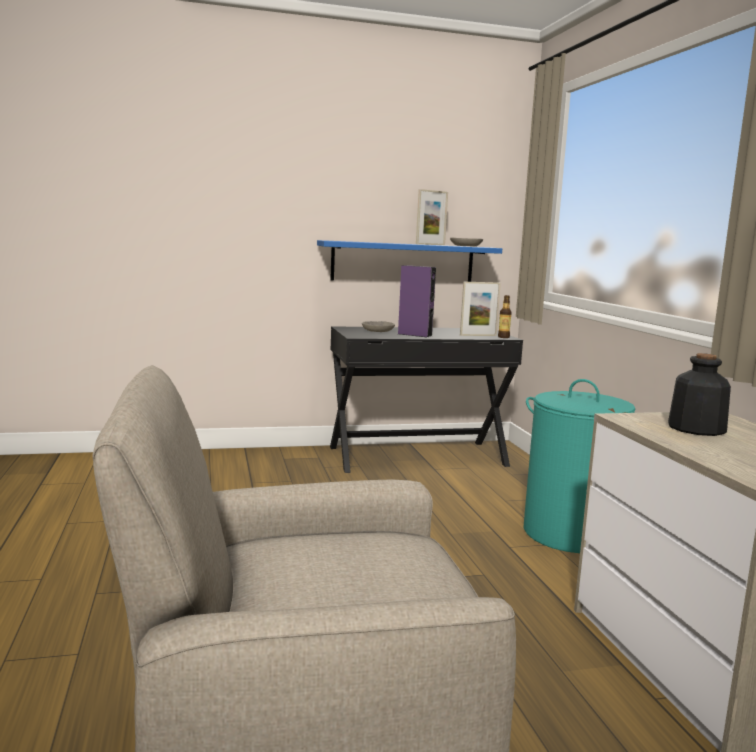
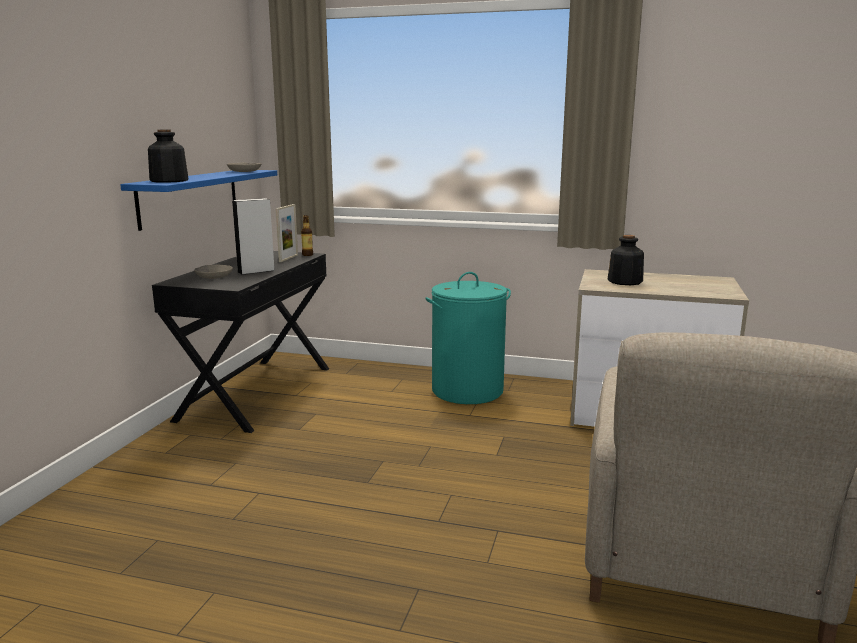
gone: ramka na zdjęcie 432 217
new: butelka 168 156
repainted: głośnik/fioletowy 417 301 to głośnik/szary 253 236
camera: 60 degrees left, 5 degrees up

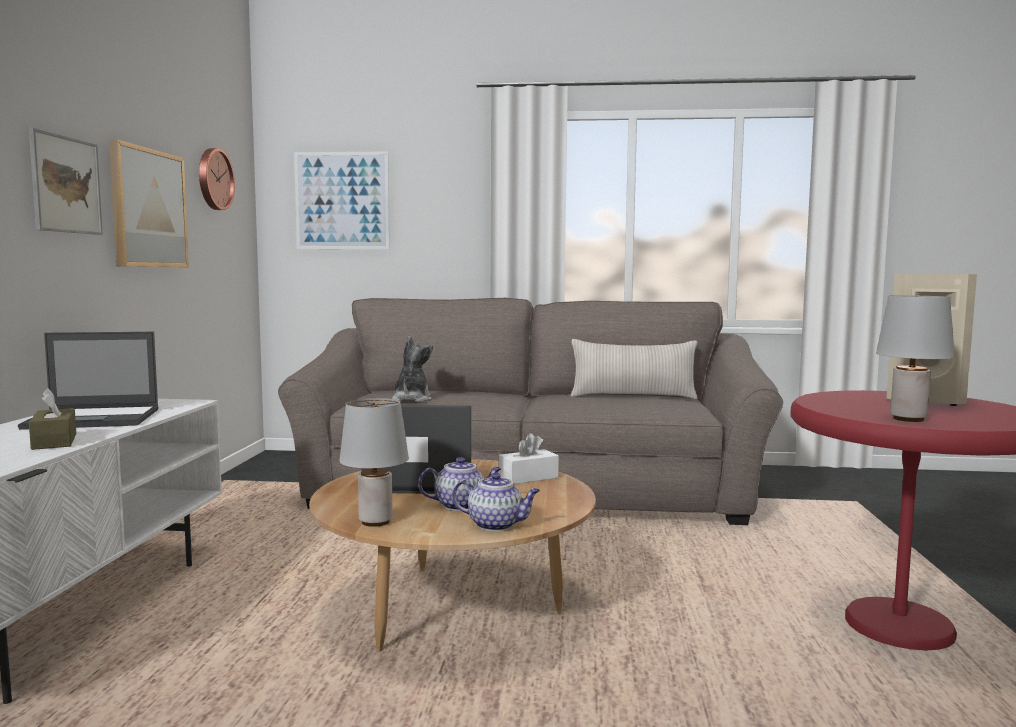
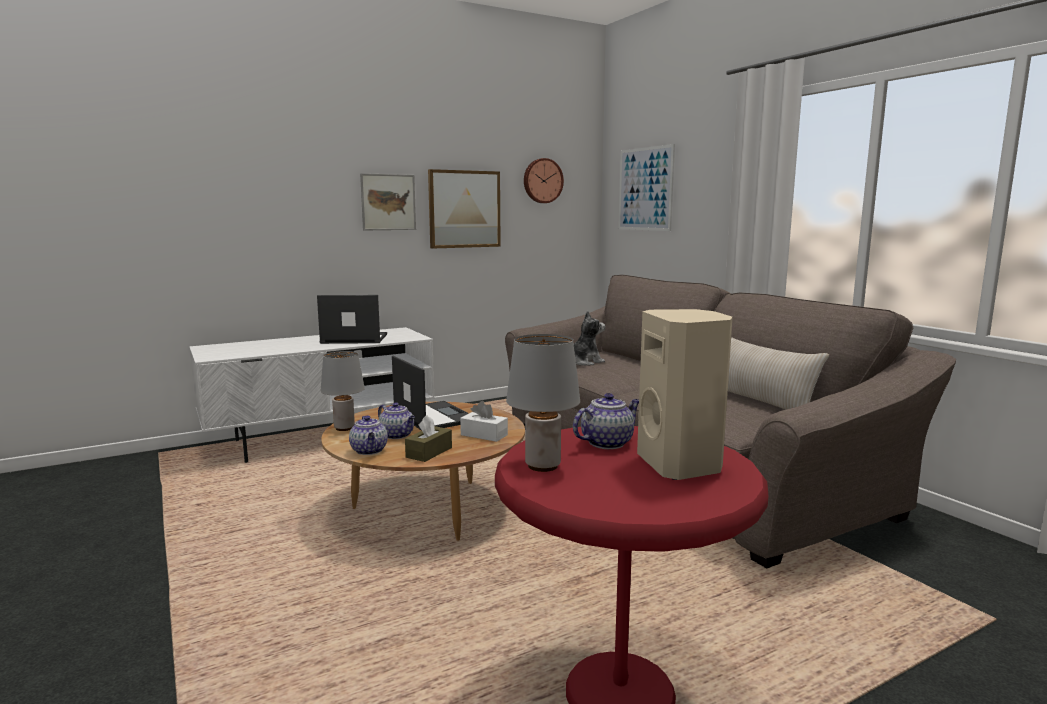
new: imbryk 606 421
shifted: pudełko chusteczek/brązowy 52 419 to 428 438
rotated: laptop 88 381 = 352 319 135 degrees clockwise
camera: 55 degrees right, 5 degrees up

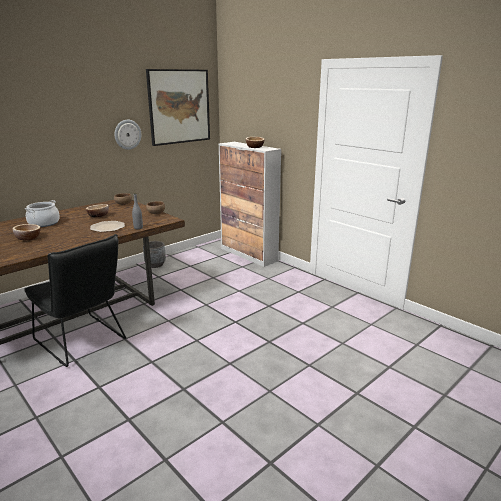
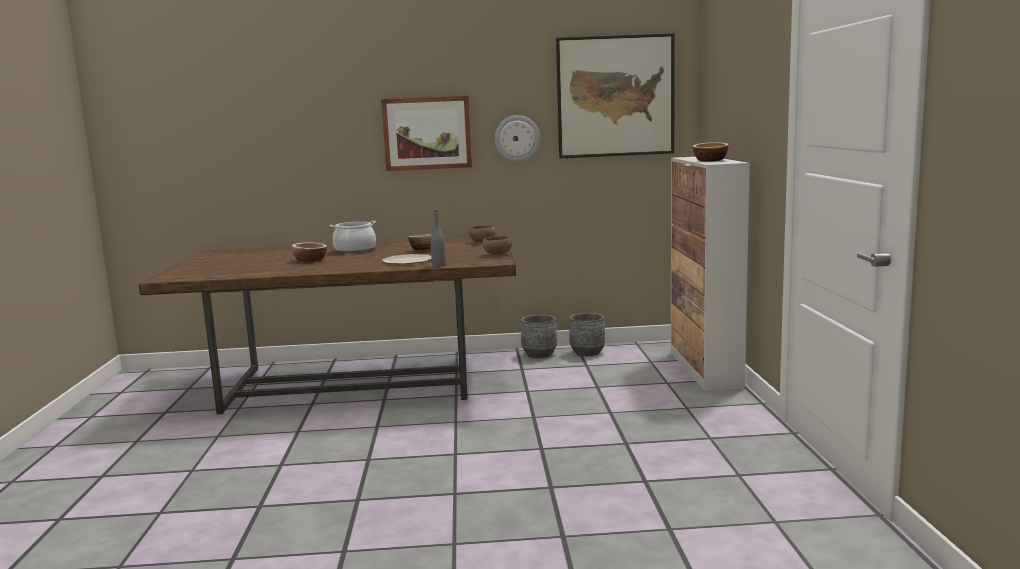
gone: krzesło/czarny 75 300
new: obraz 426 133; donica/szary 587 334
camera: 40 degrees right, 10 degrees down

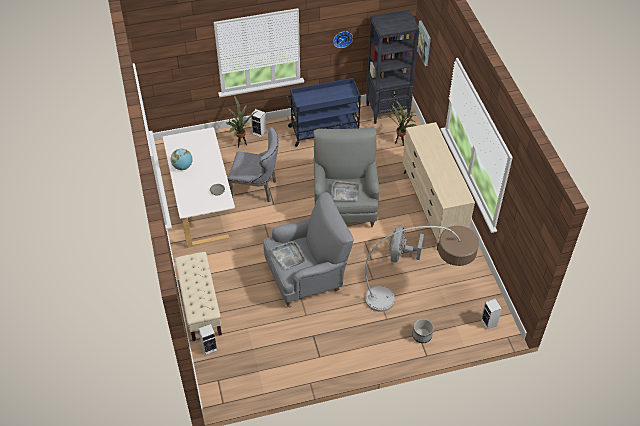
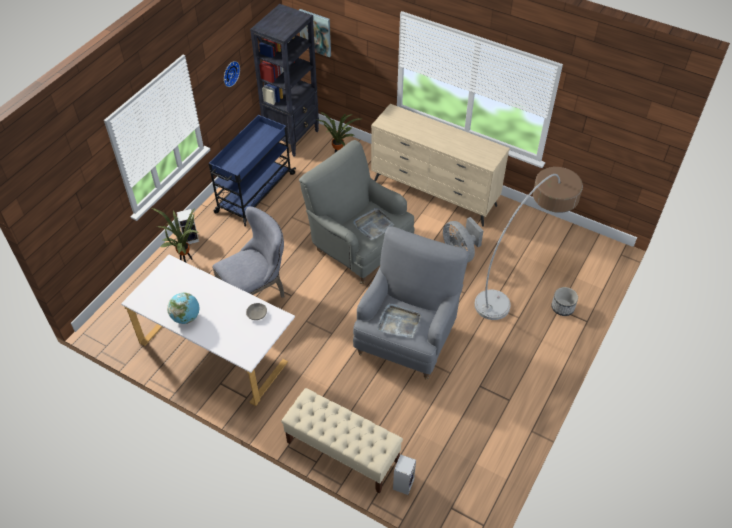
gone: głośnik 491 314
camera: 45 degrees left, 0 degrees up

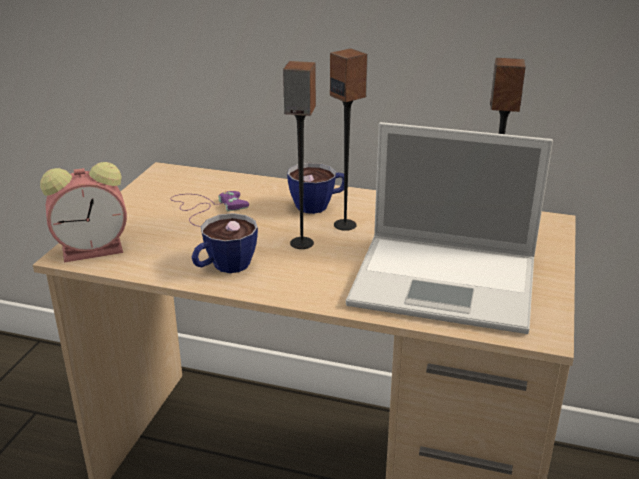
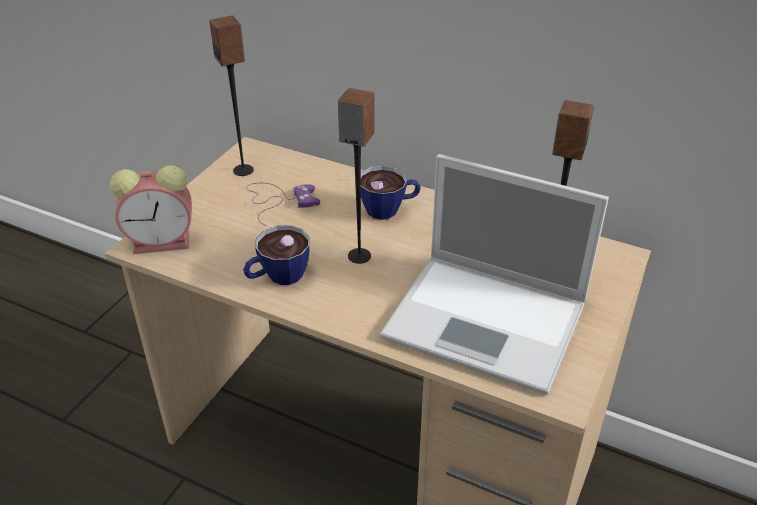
shifted: głośnik 349 139 to 231 96
camera: 10 degrees right, 10 degrees up

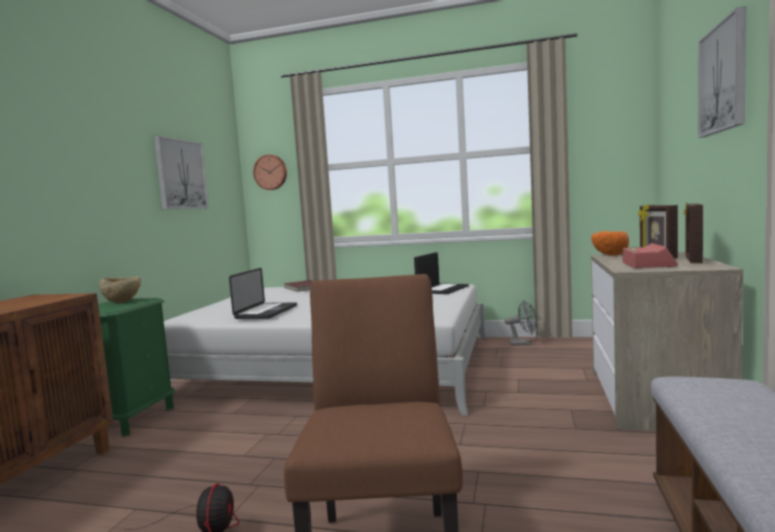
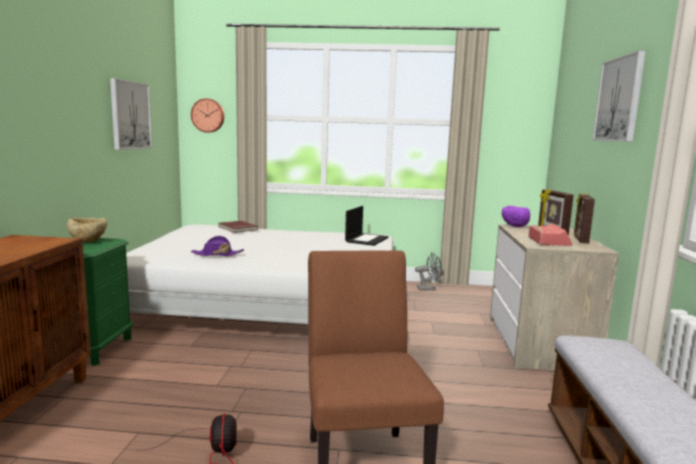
swapped: laptop 263 293 to kapelusz/fioletowy 217 246
repainted: miska/pomarańczowy 610 243 to miska/fioletowy 516 216
camera: 10 degrees left, 5 degrees up

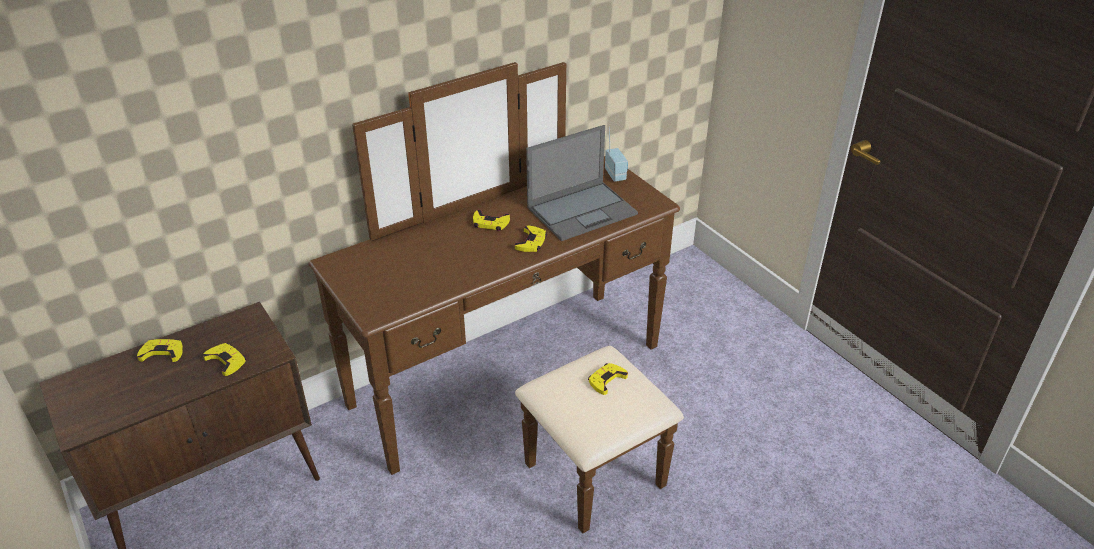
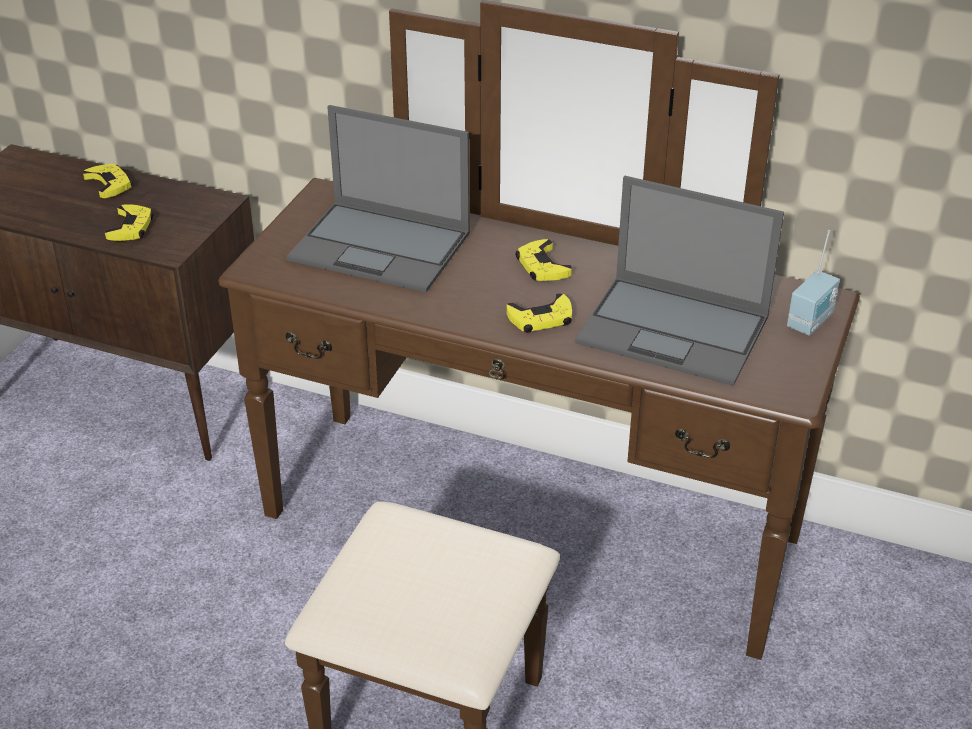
gone: pad do gier/żółty 608 379
new: laptop 378 199
camera: 55 degrees right, 0 degrees up

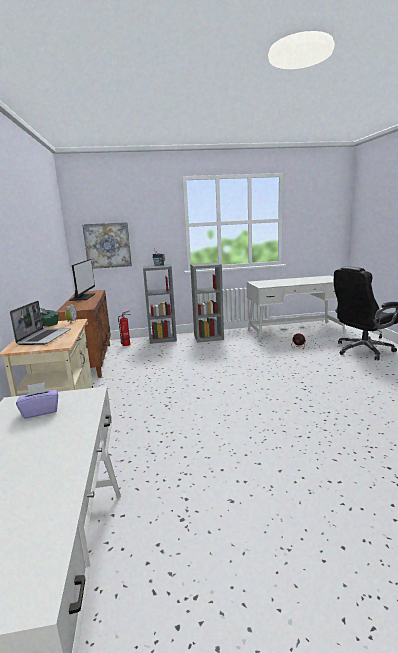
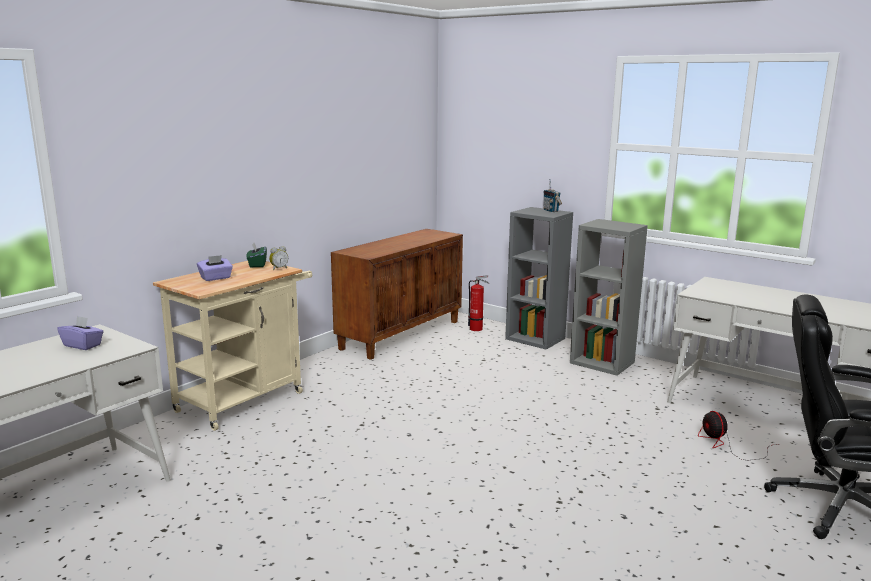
gone: monitor 82 280; obraz 107 245
swapped: laptop 40 323 to pudełko chusteczek/fioletowy 215 268
camera: 45 degrees right, 0 degrees up

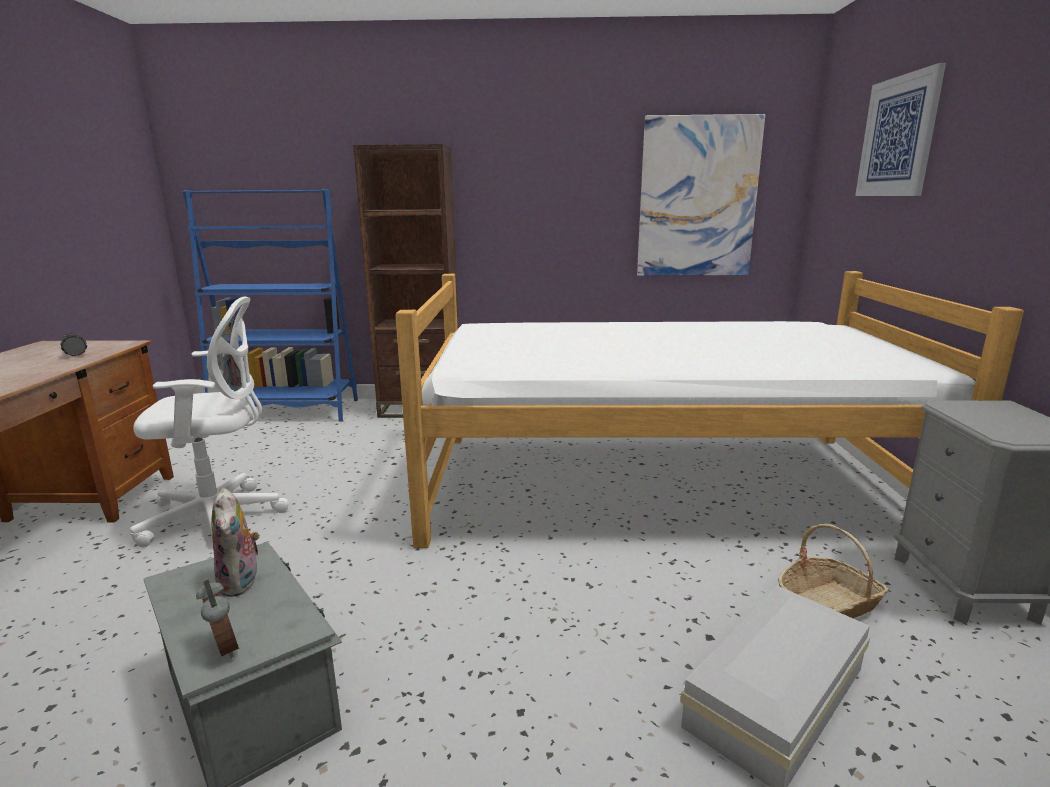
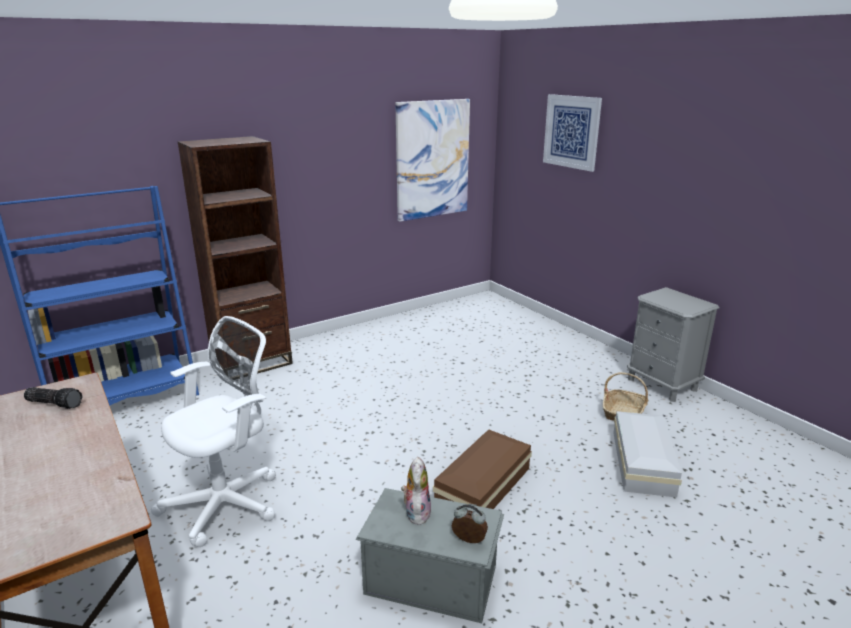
gone: łóżko 709 409
new: pojemnik do przechowywania/brązowy 482 469
rotated: pluszak 235 542 = 416 491 120 degrees counterclockwise
camera: 35 degrees left, 5 degrees up

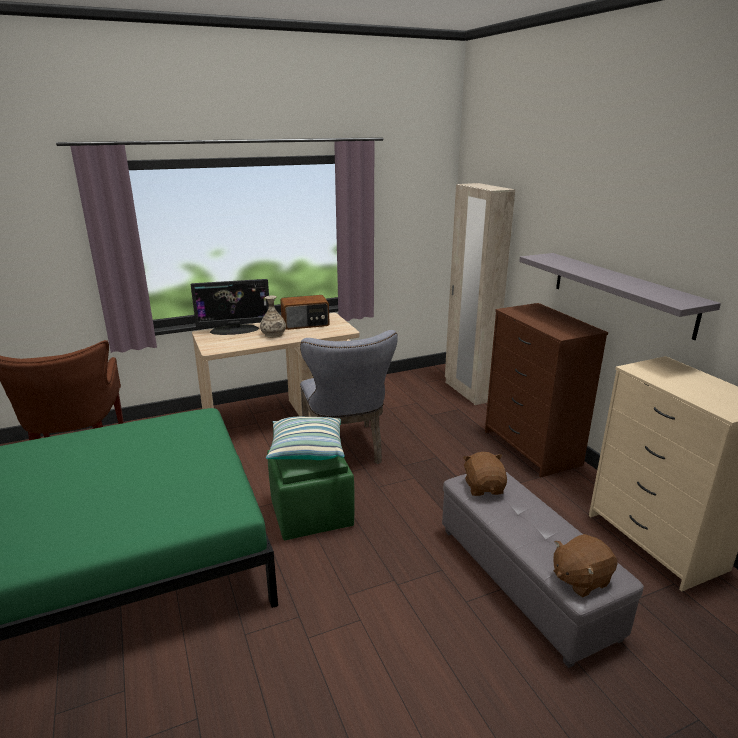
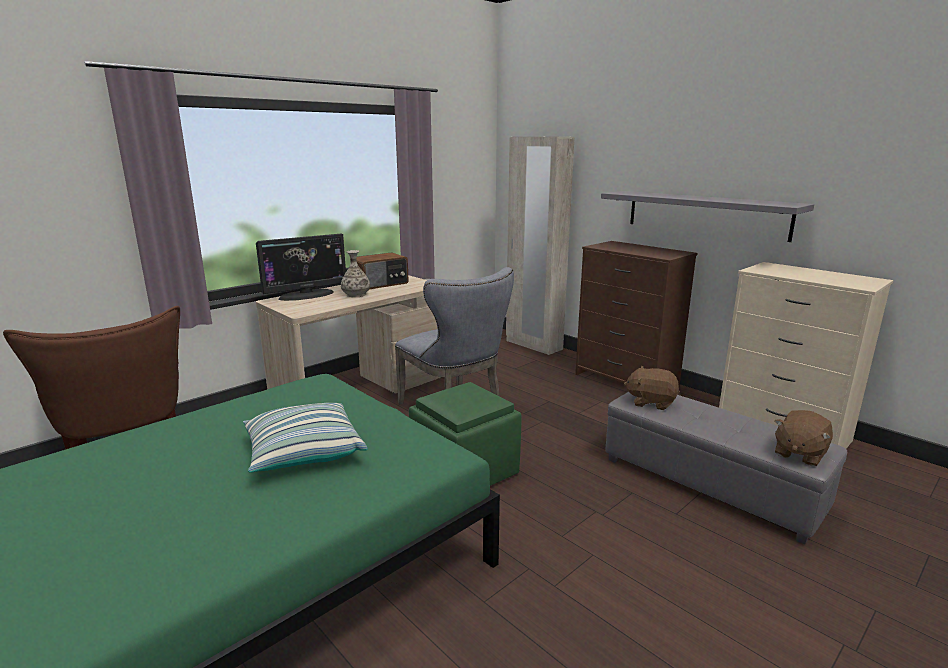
shifted: poduszka 305 438 to 305 438
rotated: pluszak/brązowy 485 474 = 652 388 45 degrees counterclockwise
camera: 20 degrees left, 5 degrees down

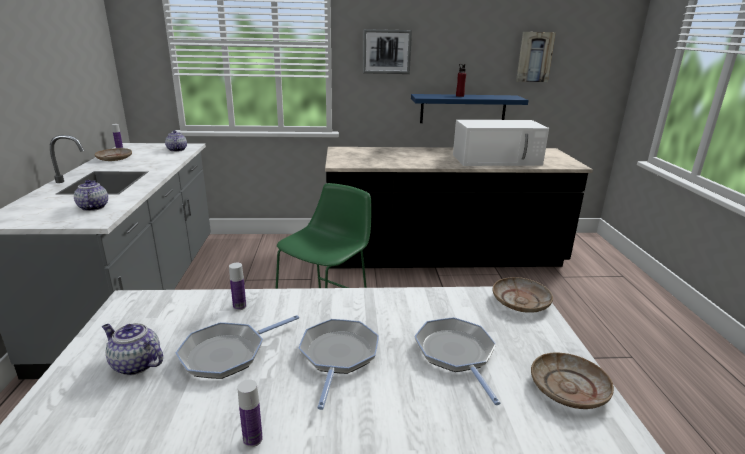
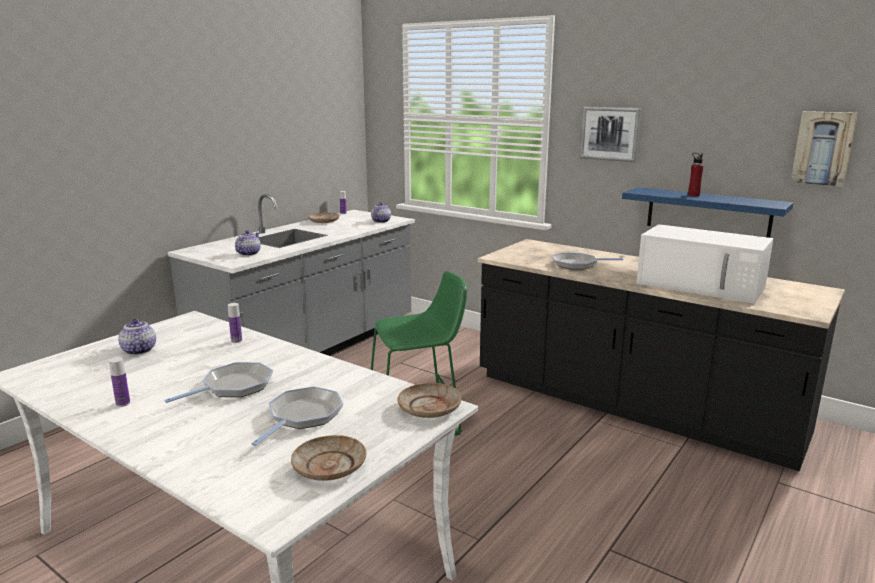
shifted: patelnia 237 347 to 587 261
camera: 40 degrees right, 5 degrees down

